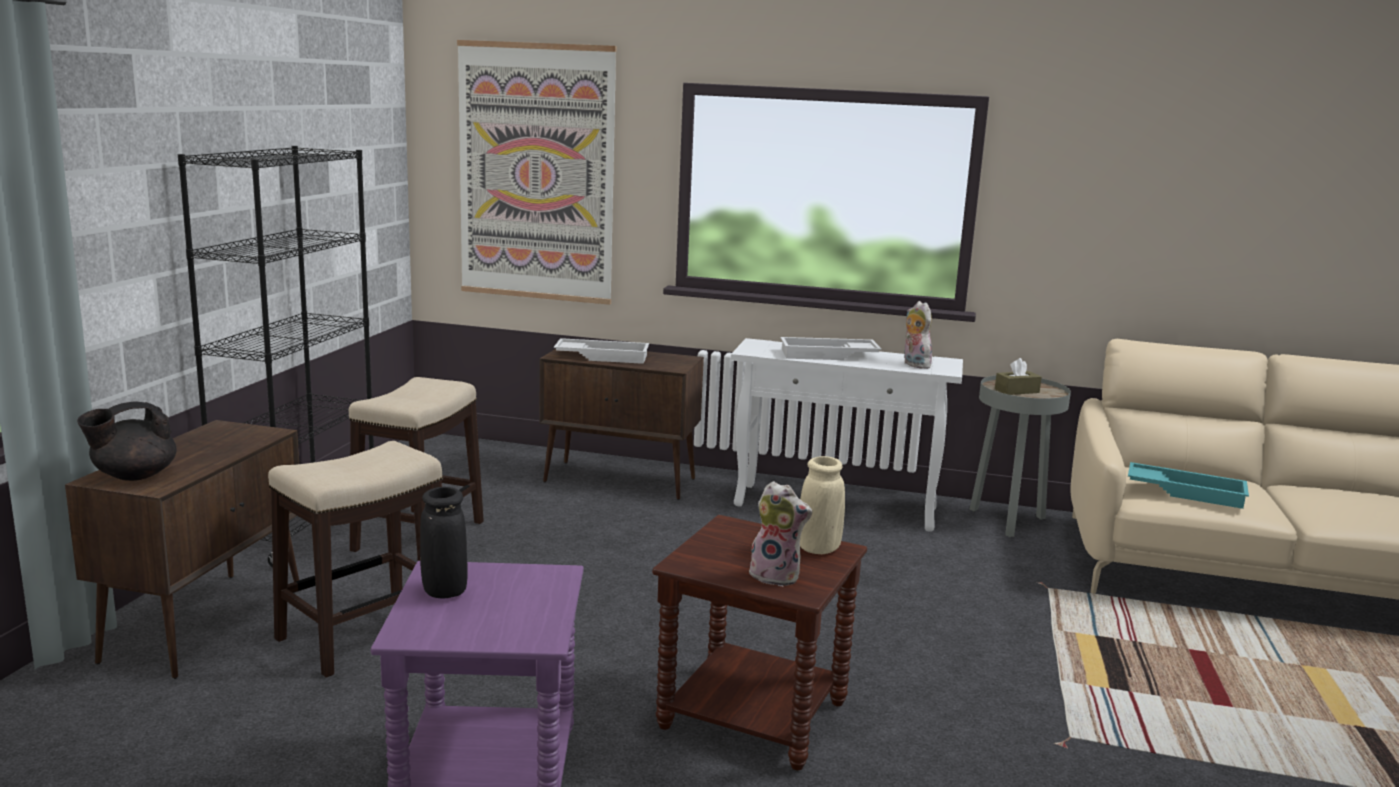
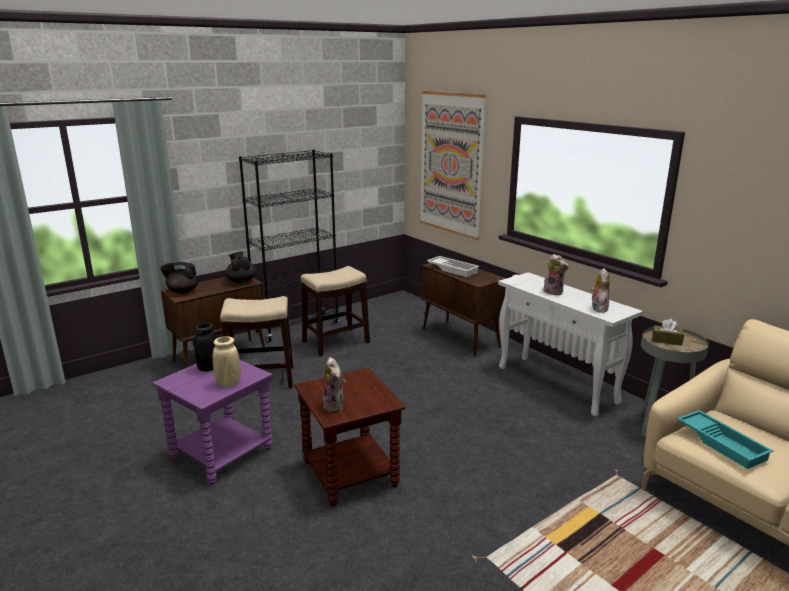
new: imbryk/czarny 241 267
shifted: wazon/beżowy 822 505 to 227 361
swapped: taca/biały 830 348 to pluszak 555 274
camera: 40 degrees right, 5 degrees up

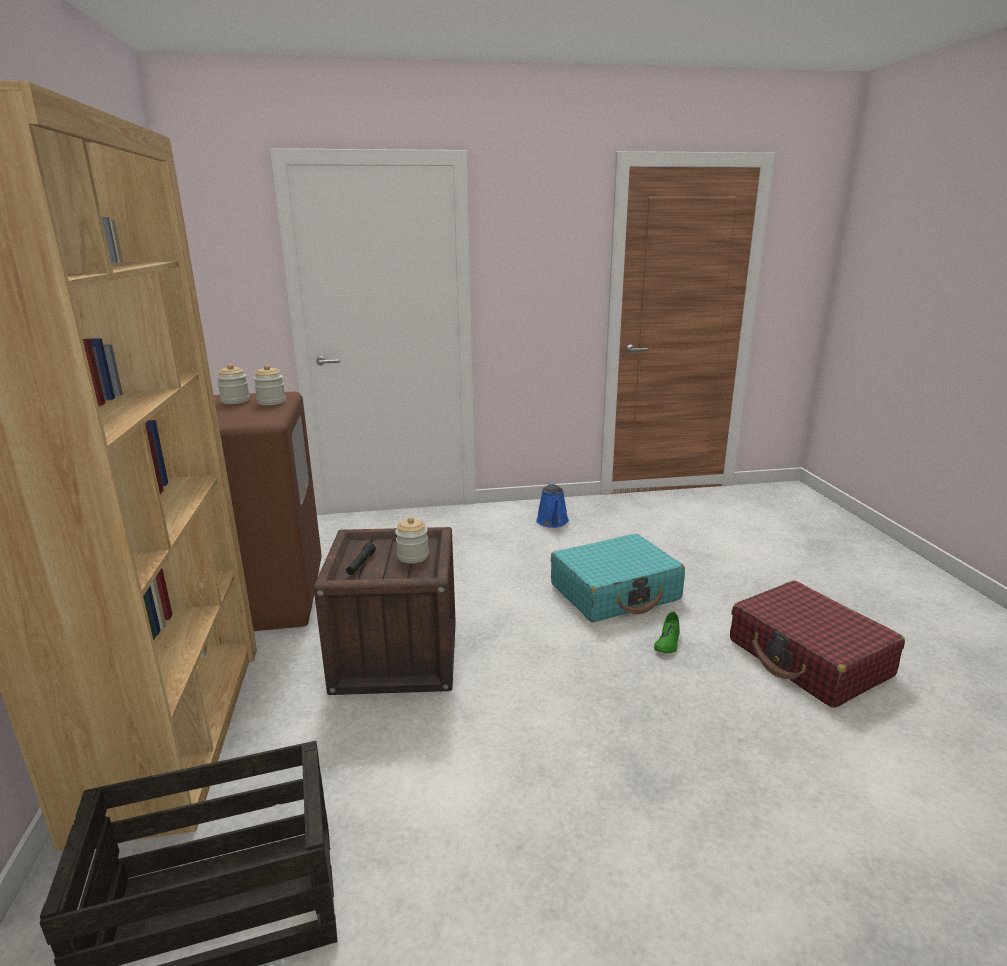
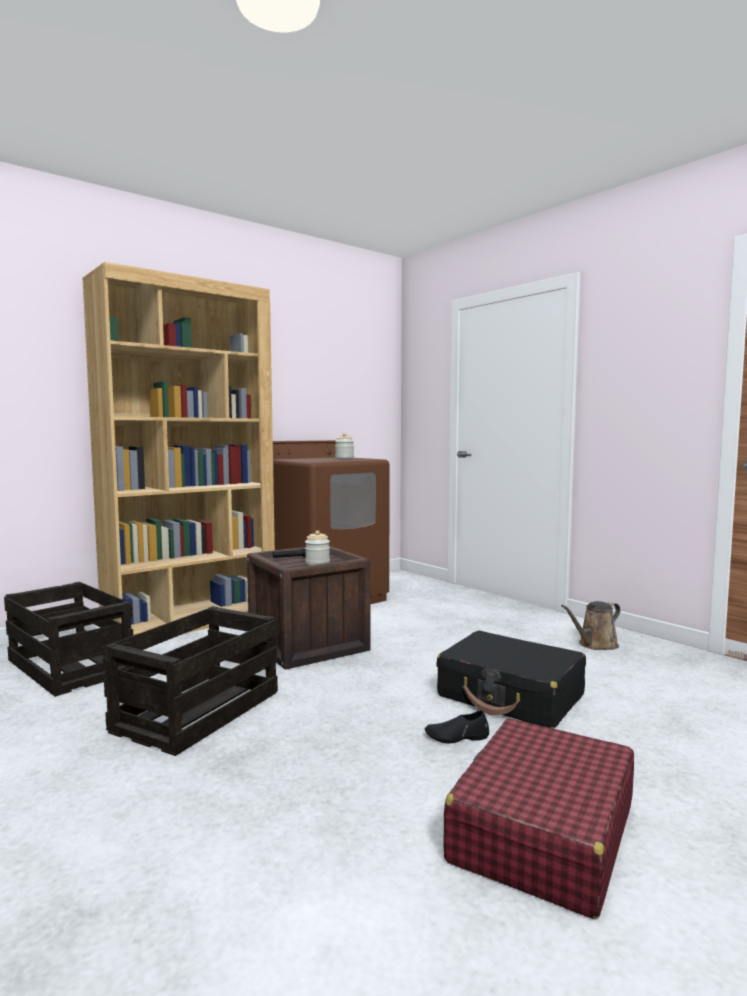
gone: słoik 269 385
new: skrzynka 190 681
repainted: konewka/niebieski 552 505 to konewka/brązowy 591 625; walizka/turkusowy 618 578 to walizka/czarny 511 679; but/zielony 667 632 to but/czarny 457 726
camera: 60 degrees right, 15 degrees down

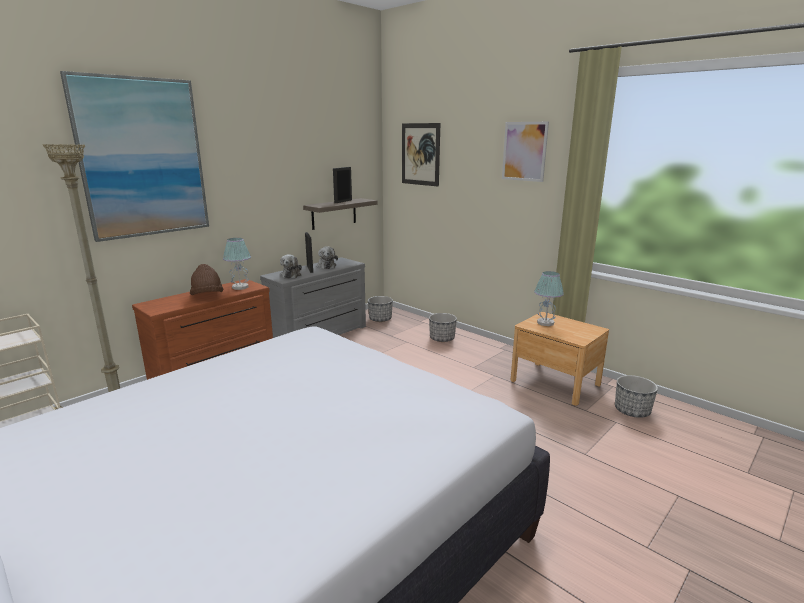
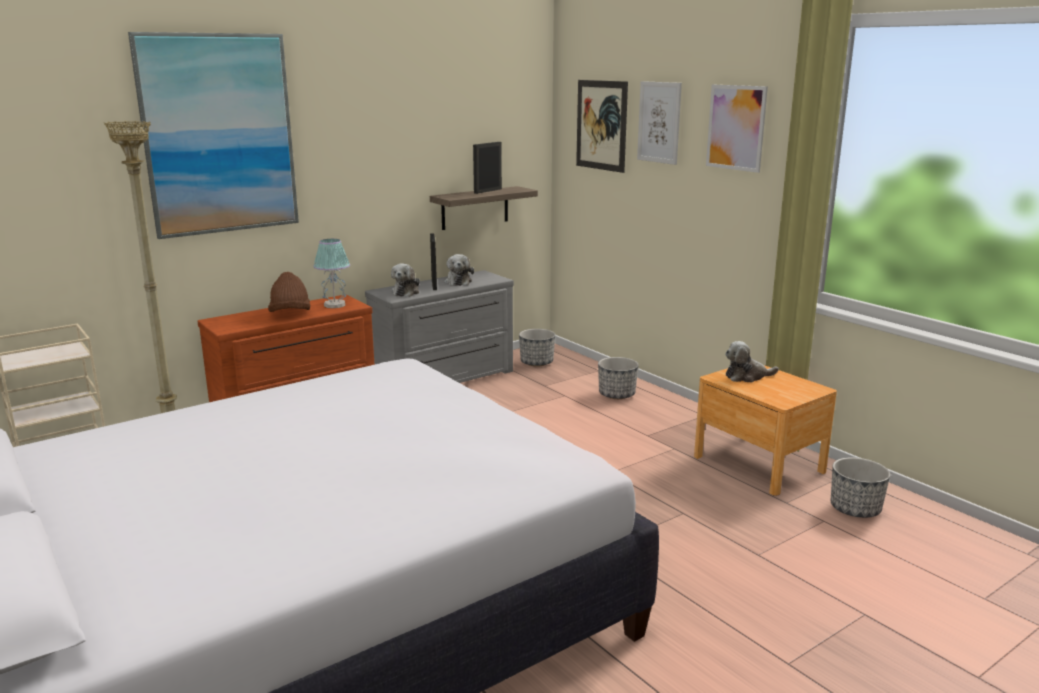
new: obraz 659 123
swapped: lampa stołowa 549 298 to pluszak 752 362
camera: 10 degrees right, 0 degrees up

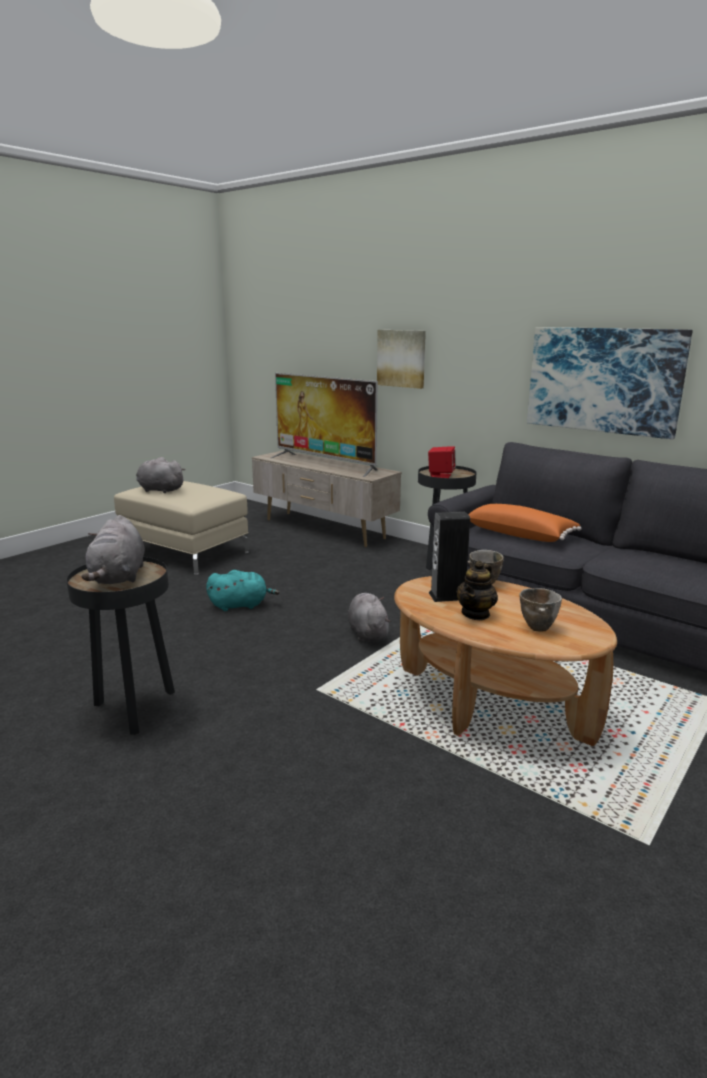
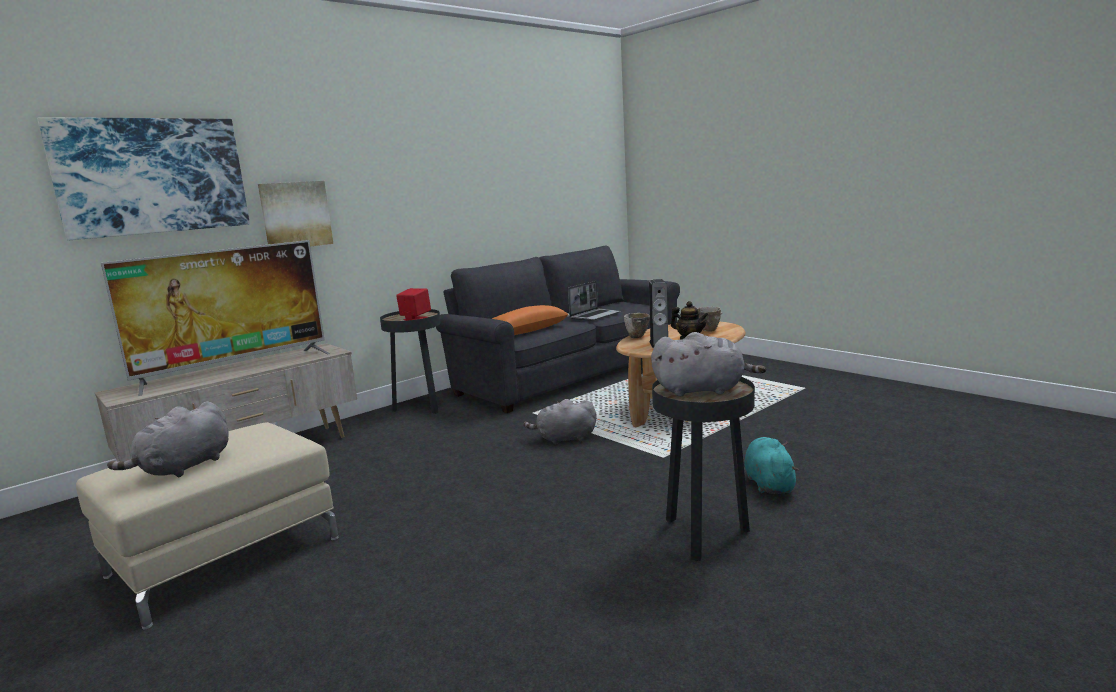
new: laptop 594 301
shifted: pluszak/turkusowy 242 590 to 771 465; obraz 610 383 to 143 178
camera: 80 degrees left, 5 degrees down

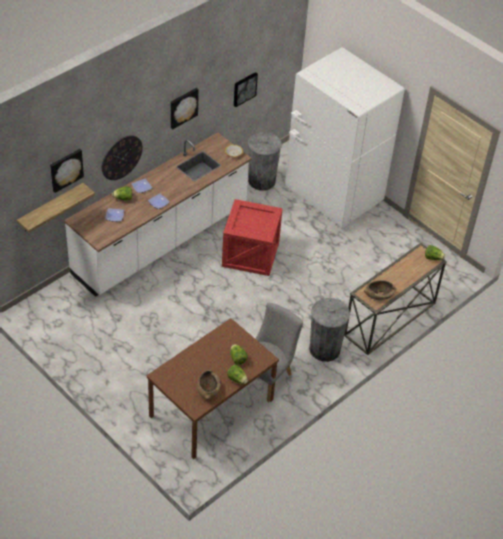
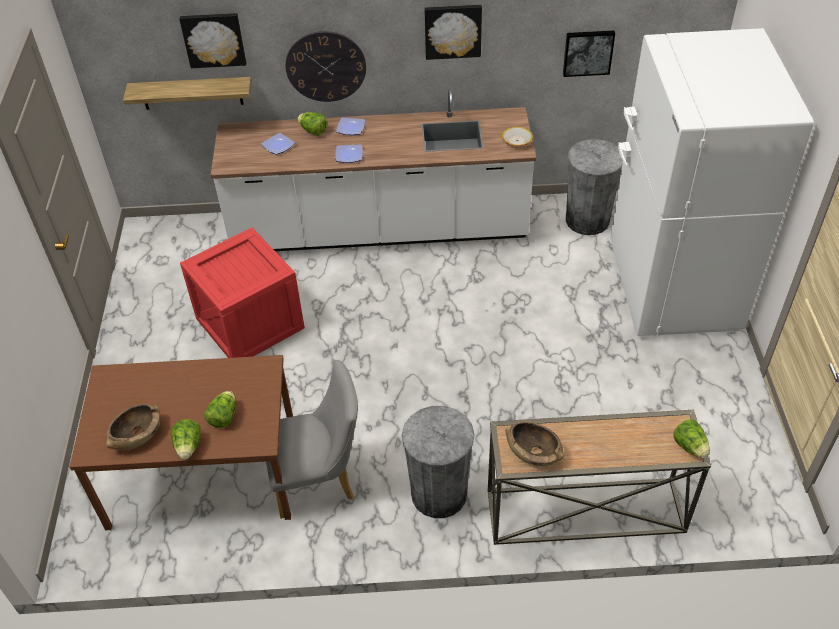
shifted: skrzynka 252 237 to 242 293
camera: 45 degrees right, 0 degrees up

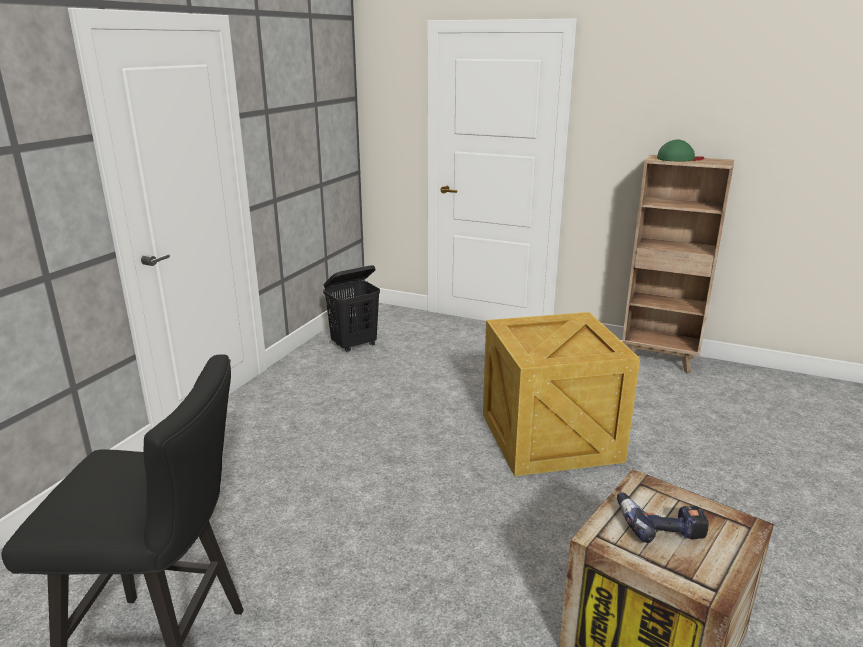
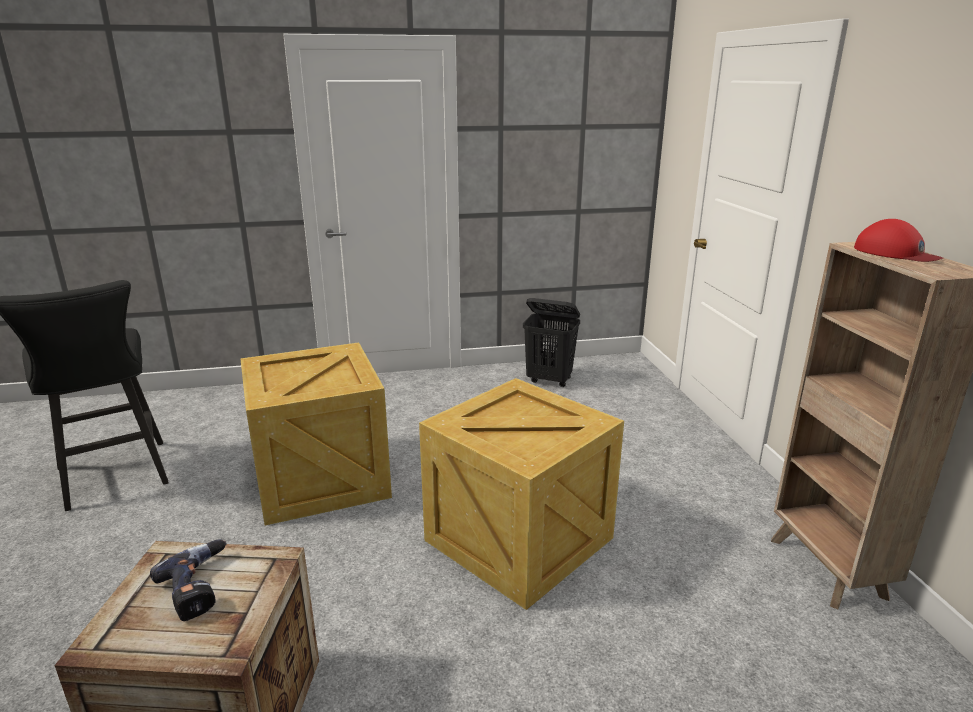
new: skrzynka 316 433
repainted: czapka z daszkiem/zielony 680 150 to czapka z daszkiem/czerwony 898 240
camera: 55 degrees right, 0 degrees up

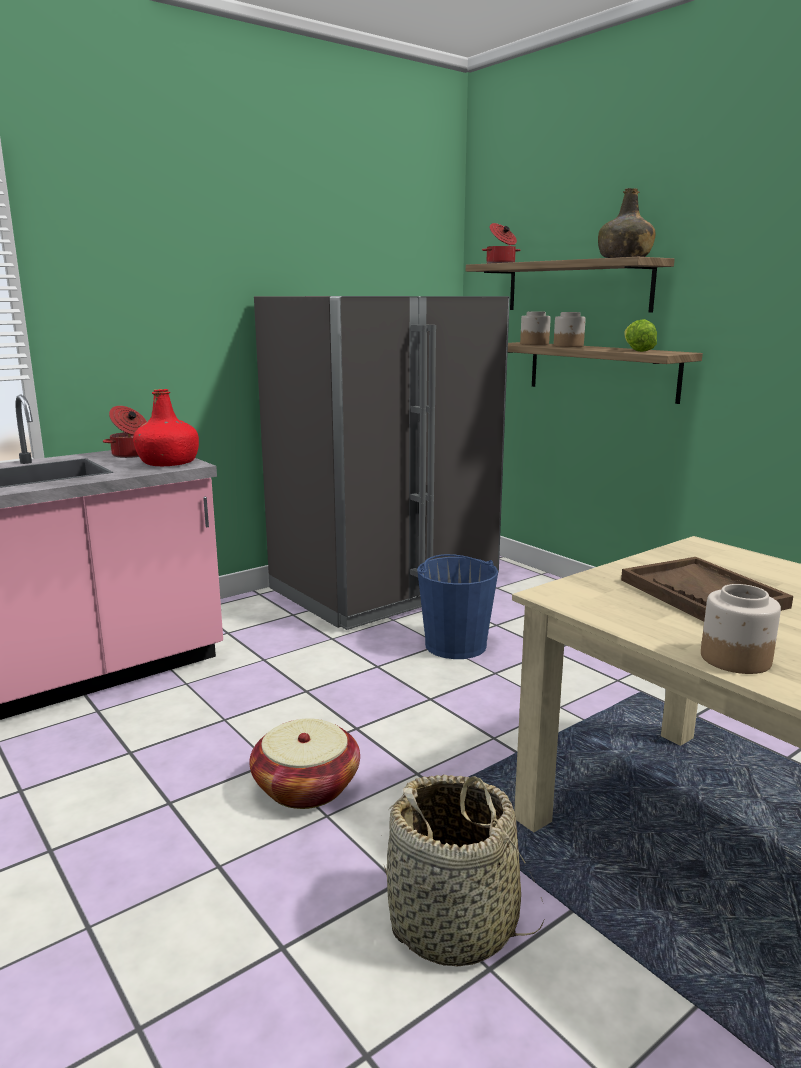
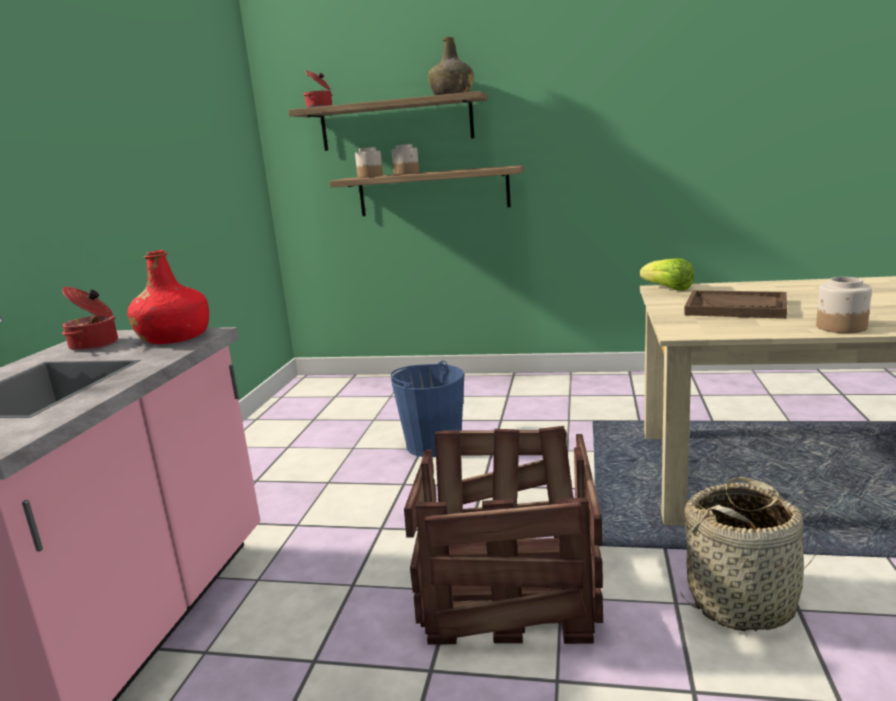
gone: lodówka/szary 382 463
shifted: sałata 641 335 to 666 274
swapped: koszyk 305 763 to skrzynka 503 535
camera: 40 degrees left, 0 degrees up

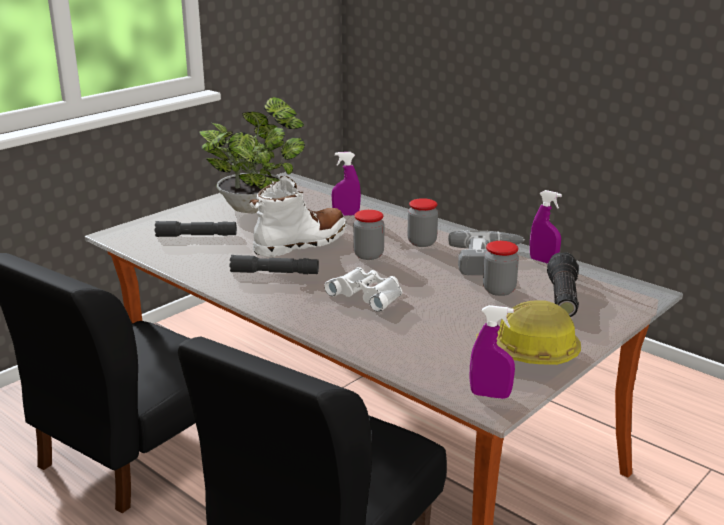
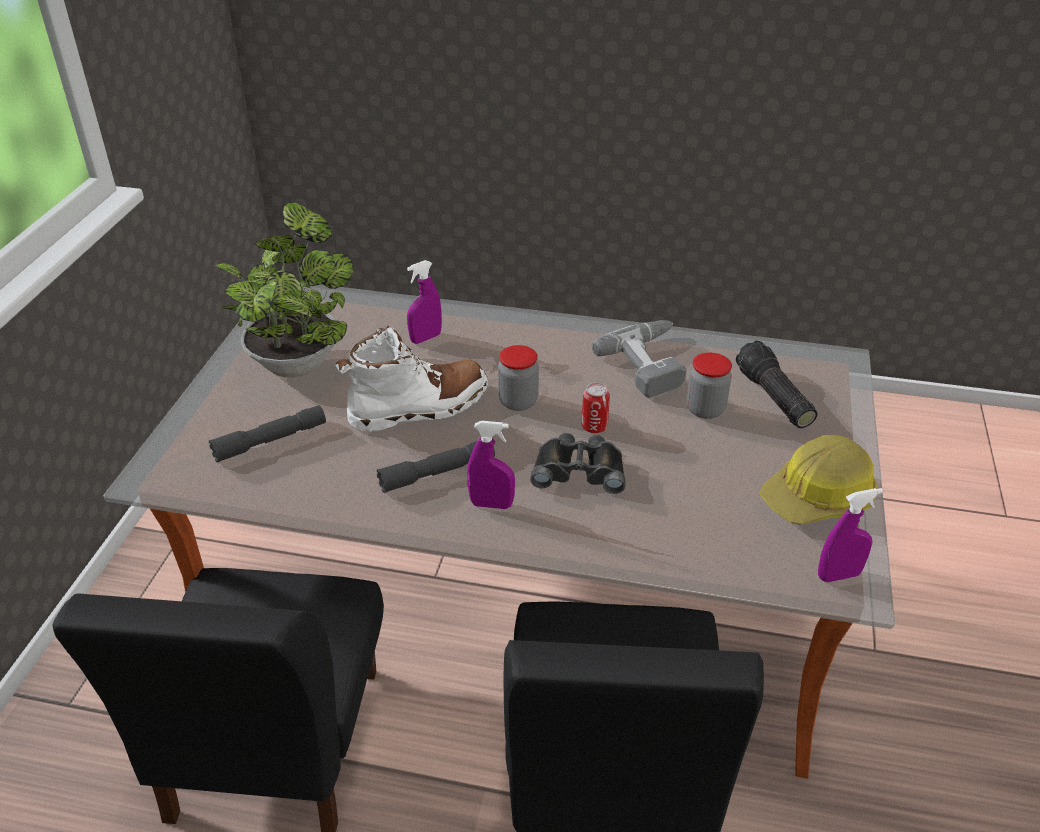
gone: słoik 422 222
new: puszka 596 408
shifted: spryskiwacz/fioletowy 546 227 to 491 465
repainted: lornetka/biały 363 289 to lornetka/czarny 578 463
rotated: but z cholewką/biały 298 217 = 411 379 45 degrees clockwise
camera: 30 degrees left, 15 degrees up

